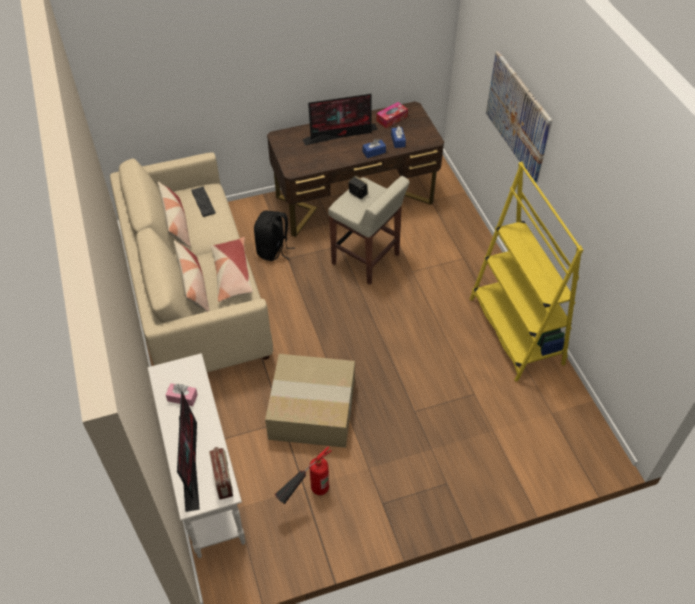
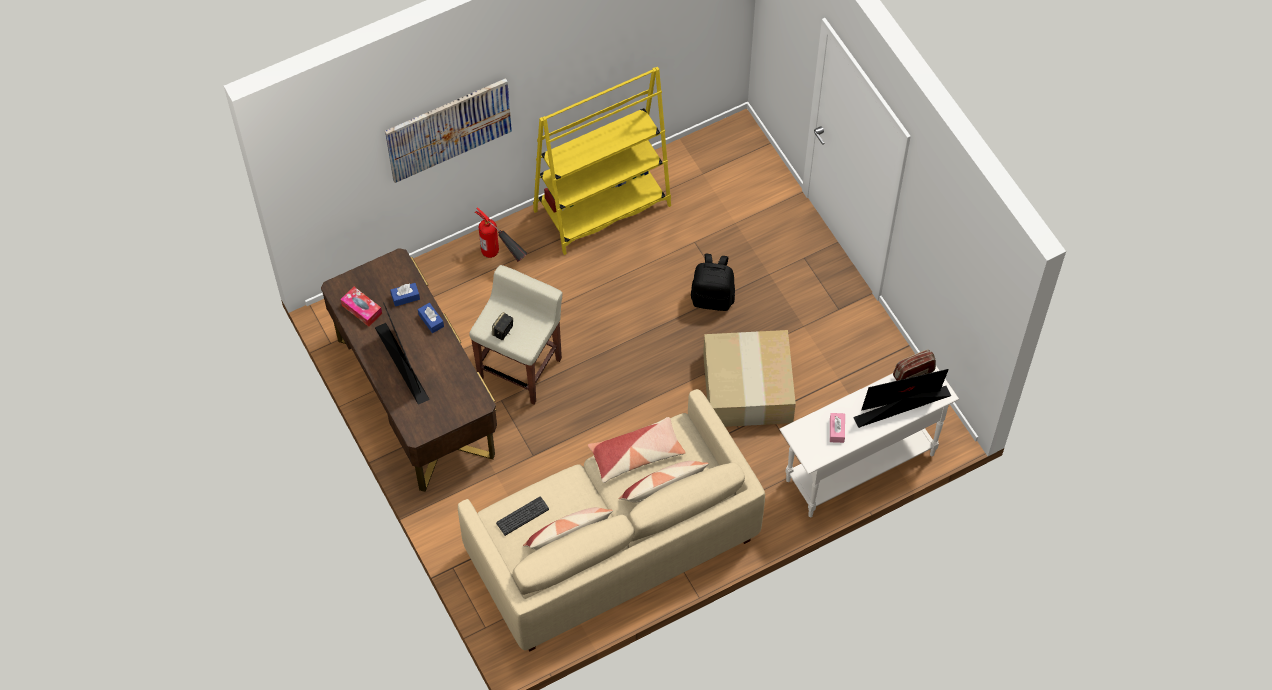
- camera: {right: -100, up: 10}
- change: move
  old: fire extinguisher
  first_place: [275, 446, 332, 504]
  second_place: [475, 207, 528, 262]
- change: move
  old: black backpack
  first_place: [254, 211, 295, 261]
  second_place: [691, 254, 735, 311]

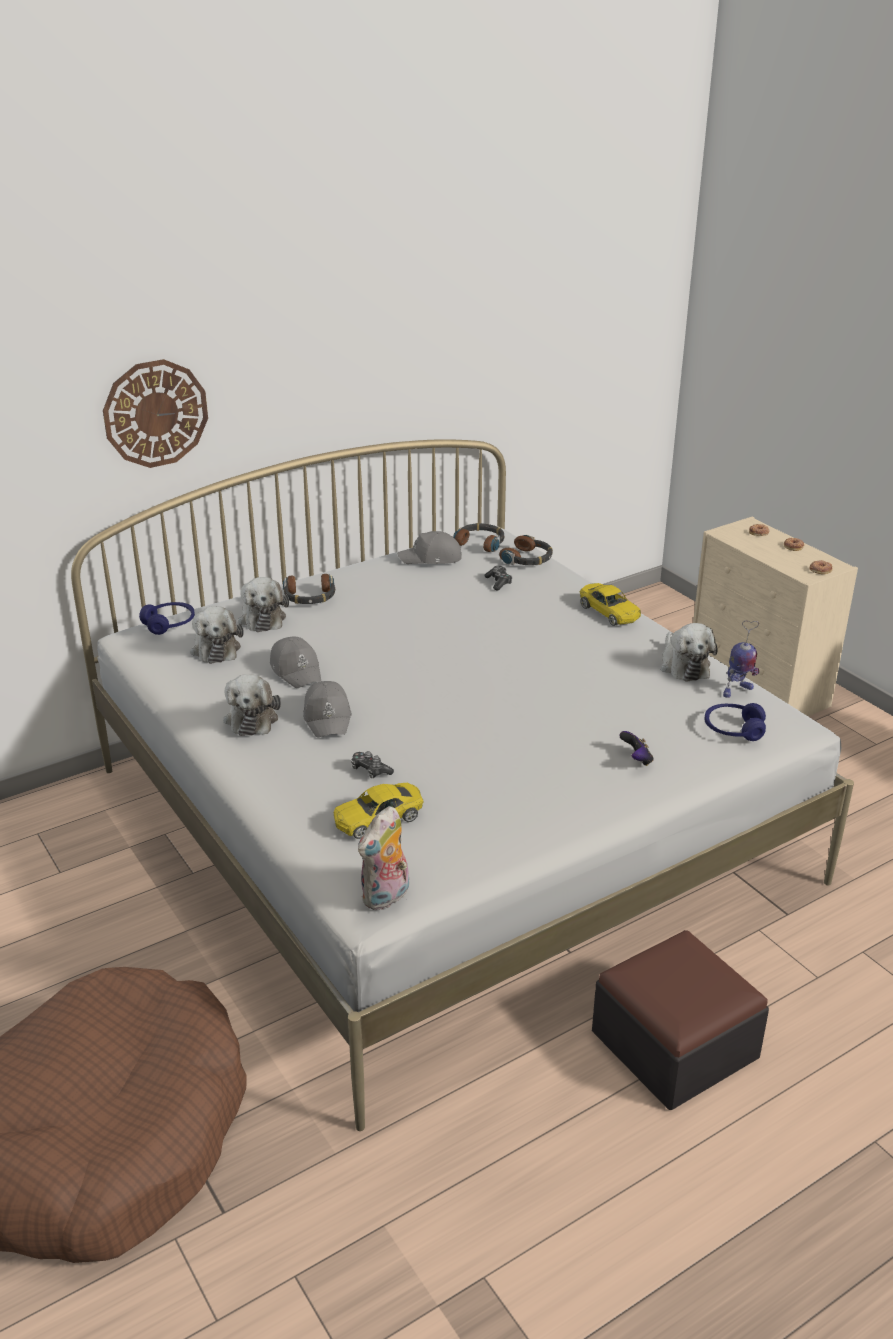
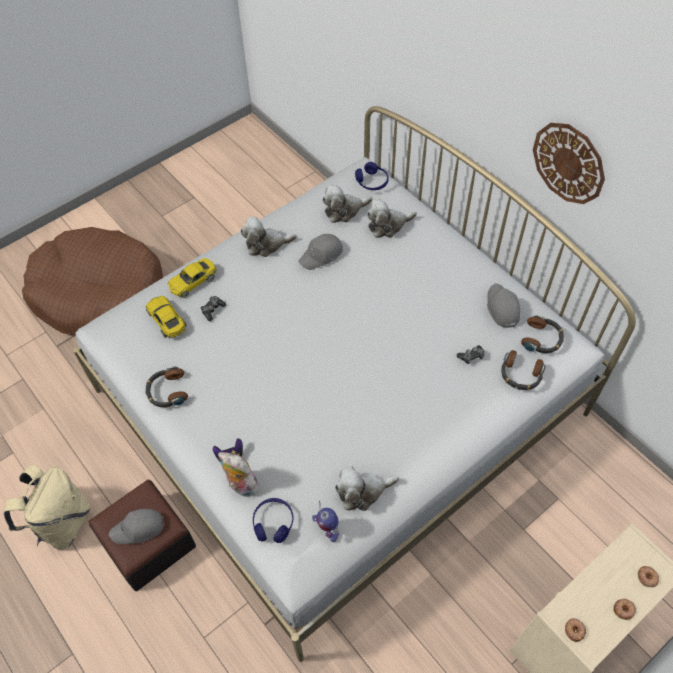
- camera: {right: 85, up: 25}
- change: insert
  new: beige backpack
  second_place: [3, 465, 90, 550]
- change: move
  old: grey cap
  first_place: [303, 681, 352, 738]
  second_place: [109, 509, 164, 544]
- change: move
  old: headphones
  first_place: [283, 574, 335, 604]
  second_place: [145, 367, 188, 407]
- change: move
  old: yellow toy car
  first_place: [579, 583, 641, 626]
  second_place: [168, 258, 216, 298]
- change: move
  old: plush toy
  first_place: [358, 806, 409, 910]
  second_place: [218, 452, 259, 497]
- change: move
  old: wall clock
  first_place: [103, 359, 208, 468]
  second_place: [533, 123, 605, 204]

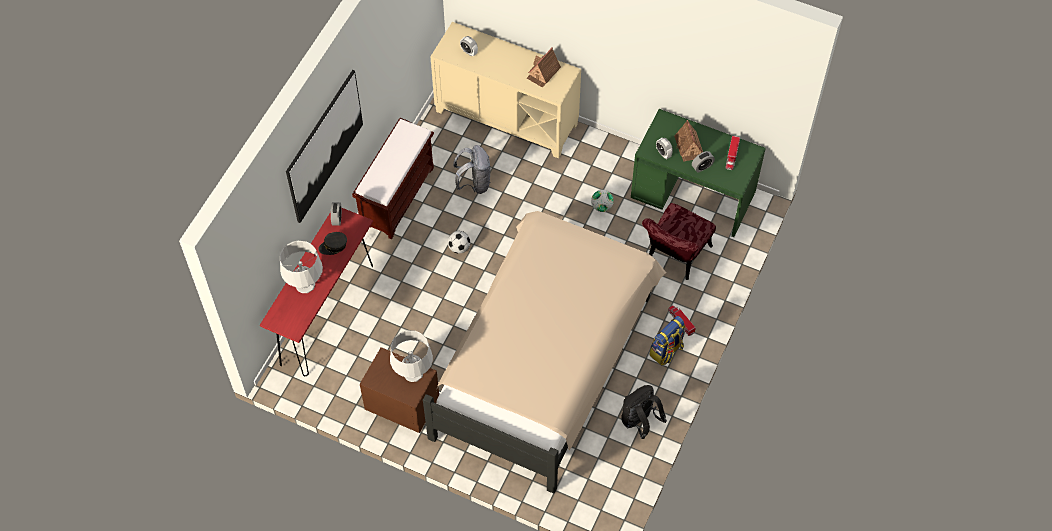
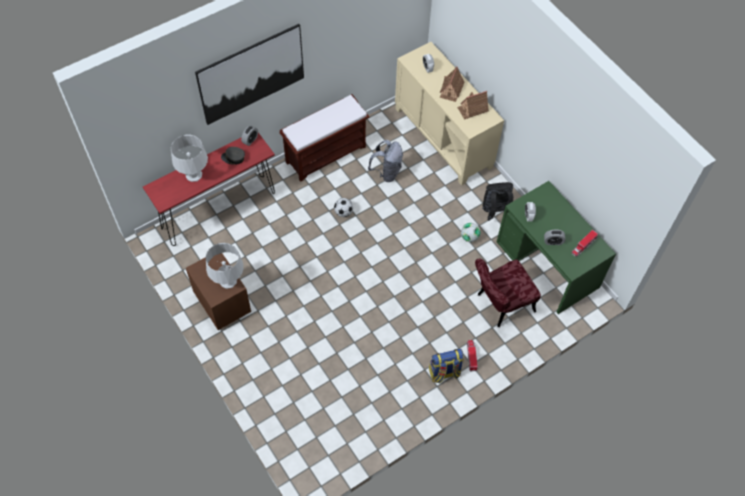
- camera: {right: 30, up: 0}
- change: move
  old: toy house
  first_place: [674, 120, 703, 162]
  second_place: [440, 66, 464, 102]
- change: move
  old: black backpack
  first_place: [621, 385, 667, 439]
  second_place: [482, 182, 513, 221]
- change: delete
  old: beige bed
  first_place: [423, 211, 666, 494]

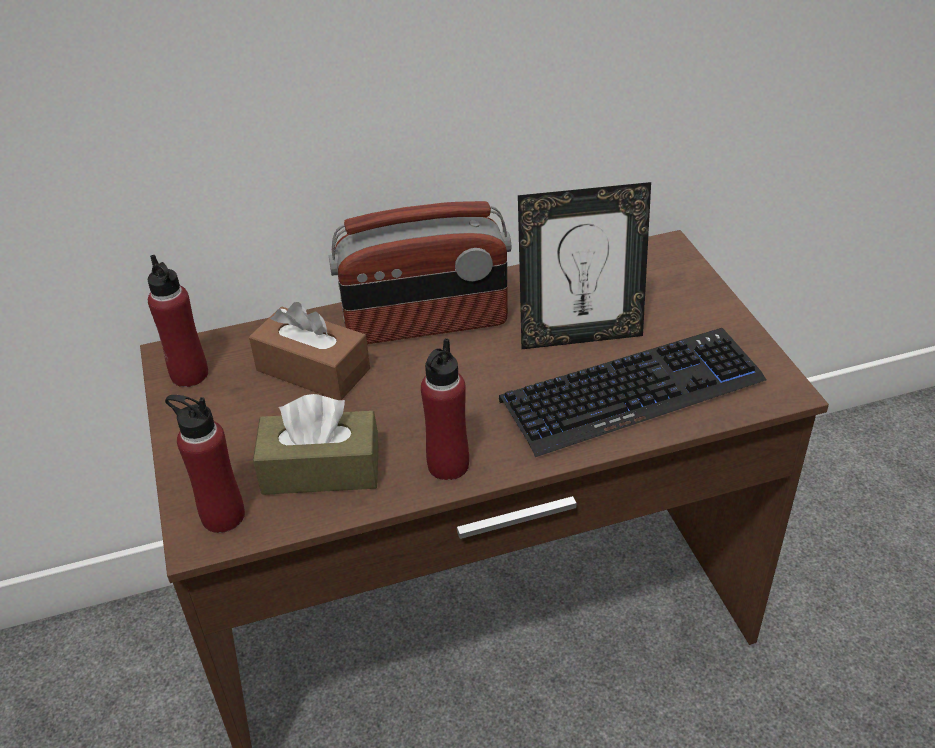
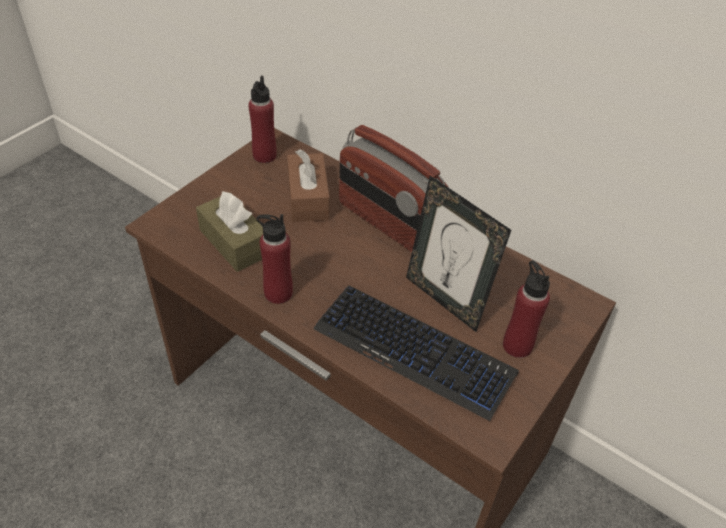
- camera: {right: 50, up: 5}
- change: move
  old: red bottle
  first_place: [165, 395, 245, 533]
  second_place: [503, 260, 550, 358]

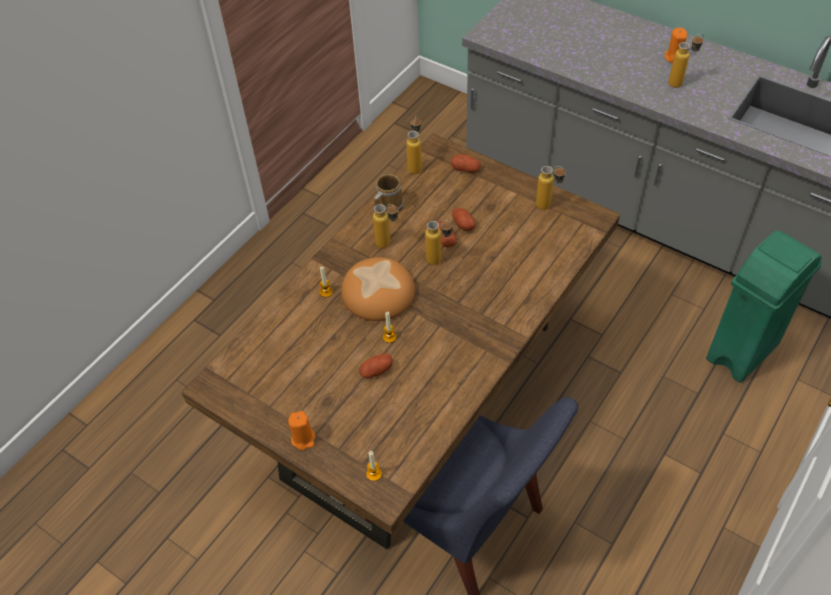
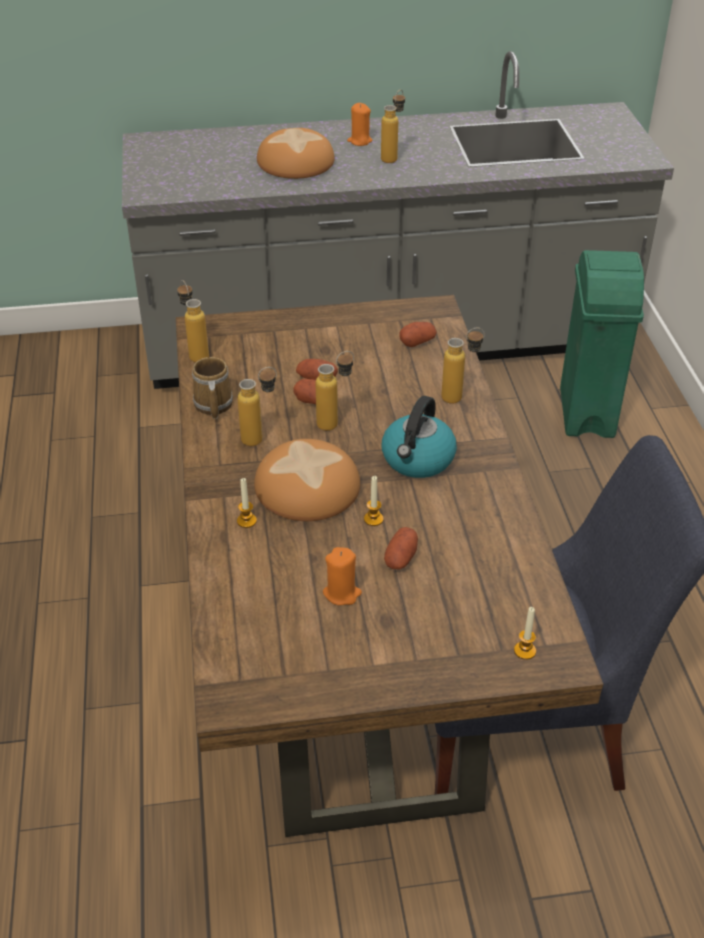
- camera: {right: -45, up: -10}
- change: insert
  new: bread
  second_place: [257, 128, 335, 179]
- change: move
  old: orange candle
  first_place: [288, 411, 316, 450]
  second_place: [323, 547, 362, 605]
- change: insert
  new: kettle
  second_place: [382, 396, 457, 478]
- change: move
  old: potato
  first_place: [451, 154, 481, 172]
  second_place: [400, 322, 437, 347]
- change: move
  old: bottle
  first_place: [536, 166, 566, 210]
  second_place: [441, 328, 485, 404]

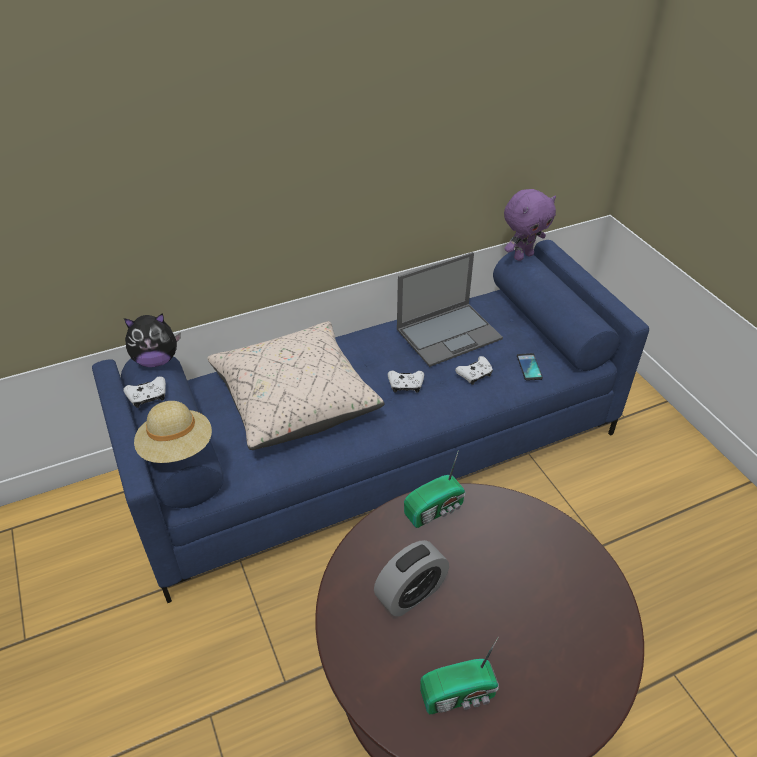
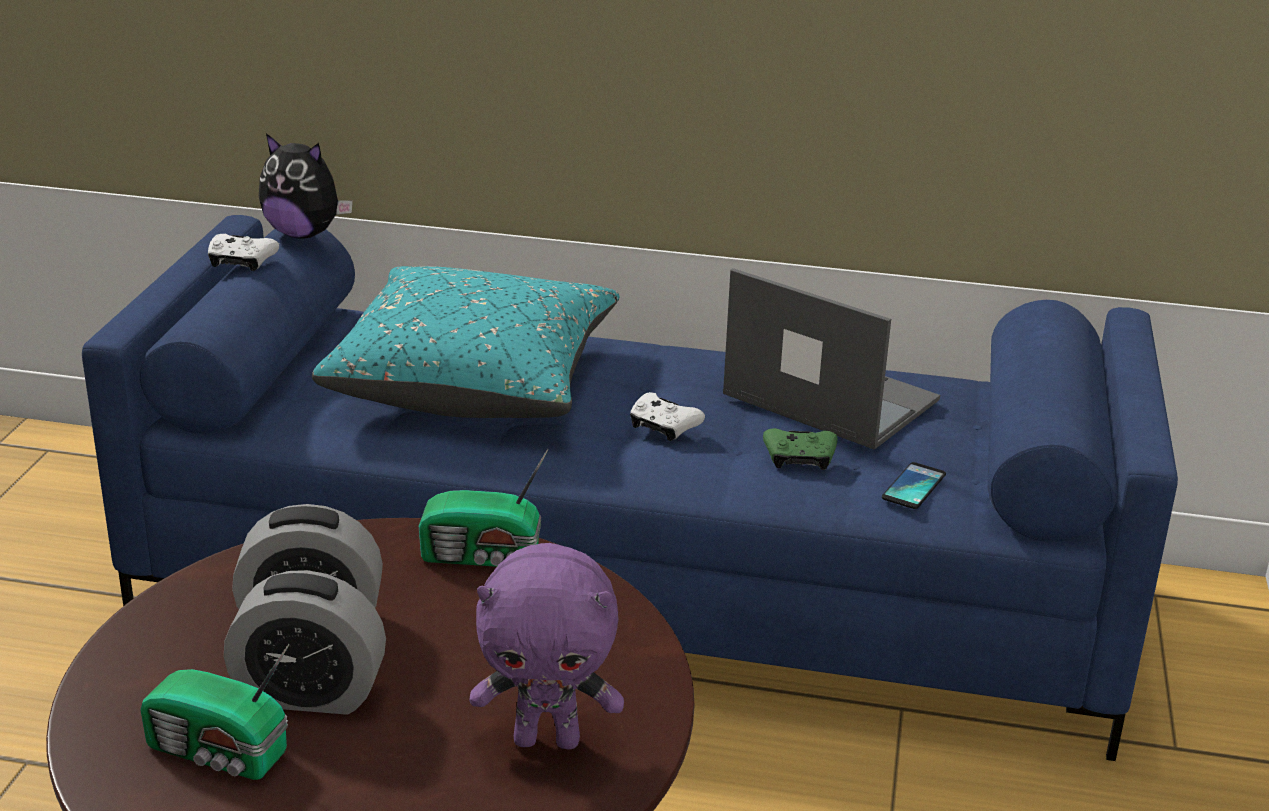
- camera: {right: 35, up: -15}
- change: insert
  new: alarm clock
  second_place: [224, 570, 386, 715]
- change: recolor
  old: beige pillow
  new: turquoise pillow
  first_place: [207, 321, 384, 450]
  second_place: [312, 266, 620, 418]
- change: move
  old: purple plush toy
  first_place: [504, 189, 556, 261]
  second_place: [469, 543, 624, 750]
- change: rotate
  old: laptop
  first_place: [397, 252, 503, 367]
  second_place: [723, 268, 940, 450]
  degrees: -150
- change: recolor
  old: white game controller
  new: green game controller
  first_place: [455, 356, 493, 385]
  second_place: [763, 428, 838, 470]
- change: delete
  old: beige hat
  first_place: [134, 401, 212, 463]

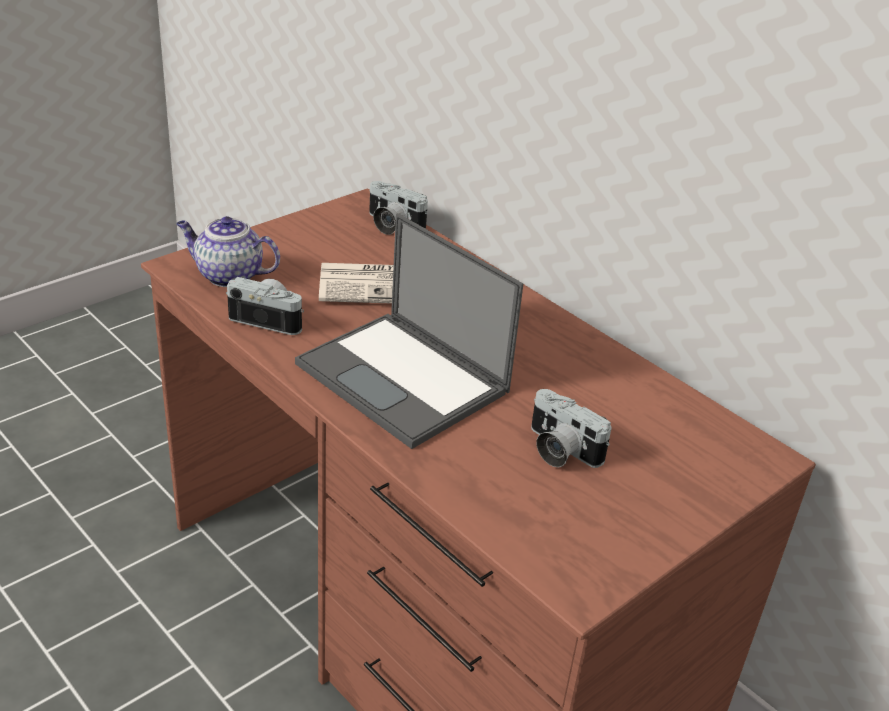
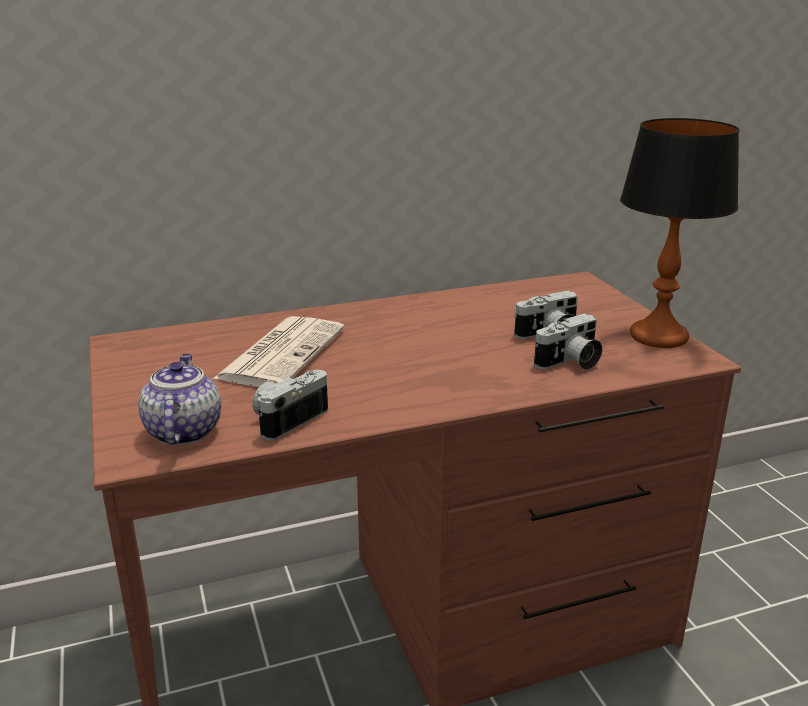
- camera: {right: -65, up: -10}
- change: rotate
  old: teapot
  first_place: [176, 216, 280, 287]
  second_place: [138, 354, 221, 445]
  degrees: 135
- change: move
  old: photo camera
  first_place: [369, 181, 428, 235]
  second_place: [534, 313, 602, 370]
- change: insert
  new: table lamp
  second_place: [620, 118, 740, 348]
- change: delete
  old: laptop
  first_place: [295, 213, 523, 449]

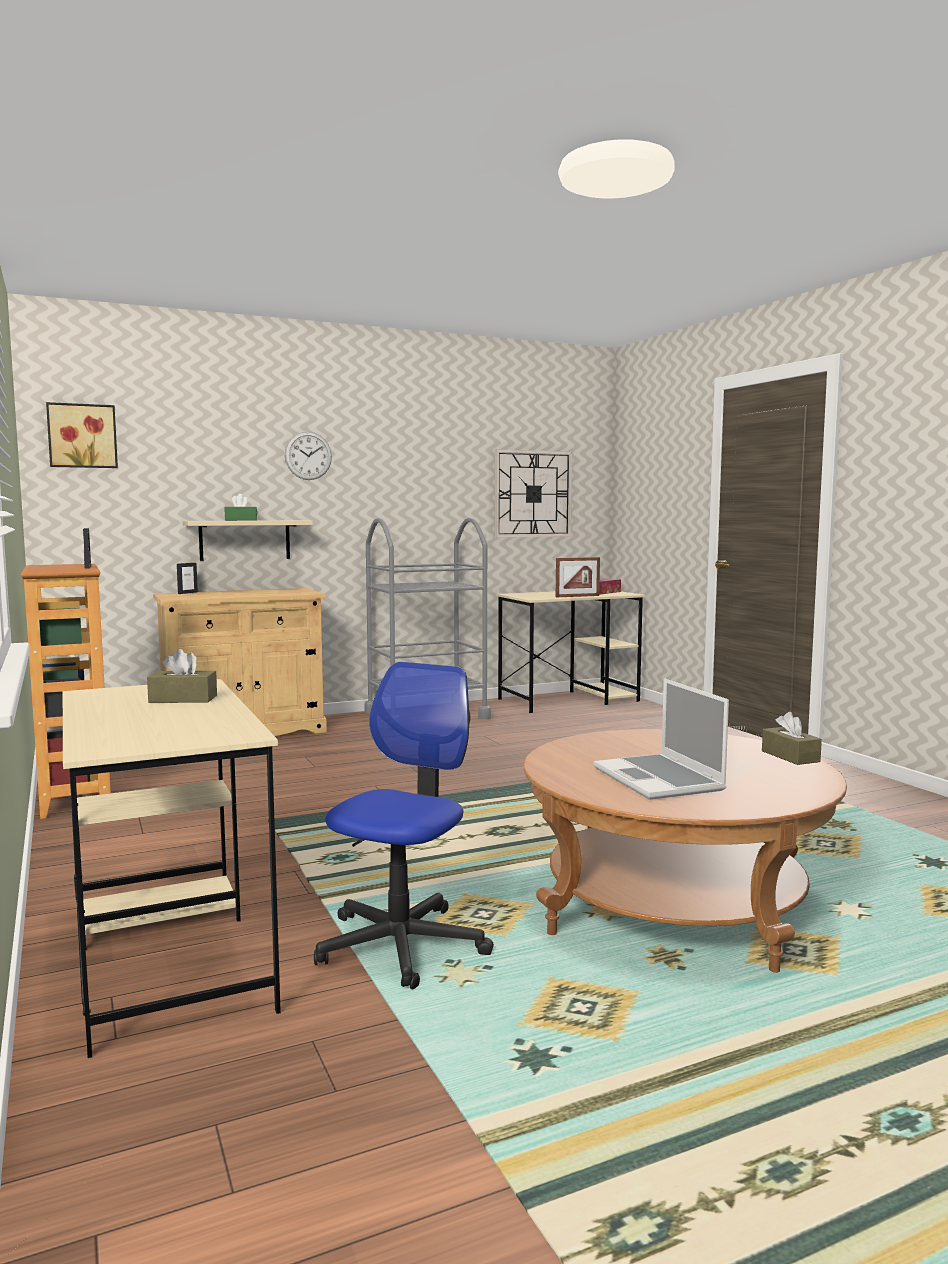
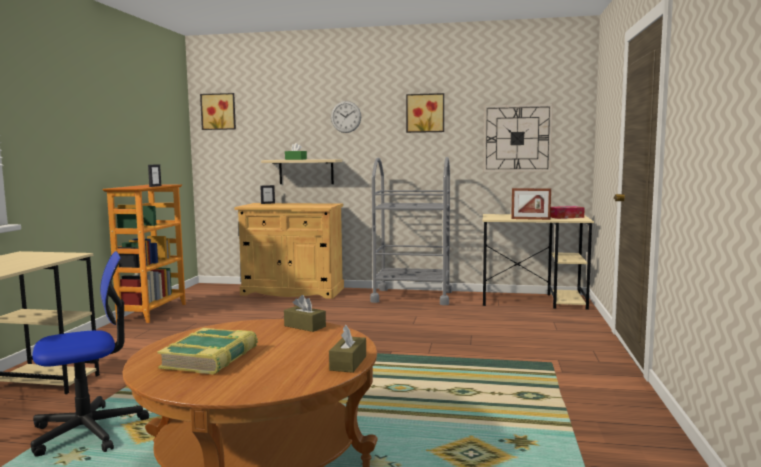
- camera: {right: 35, up: 0}
- change: replace
  old: laptop
  new: book
  first_place: [594, 678, 729, 800]
  second_place: [157, 328, 258, 375]
- change: move
  old: brown tissue box
  first_place: [147, 649, 217, 703]
  second_place: [284, 295, 326, 332]
- change: insert
  new: picture
  second_place: [406, 93, 444, 133]

